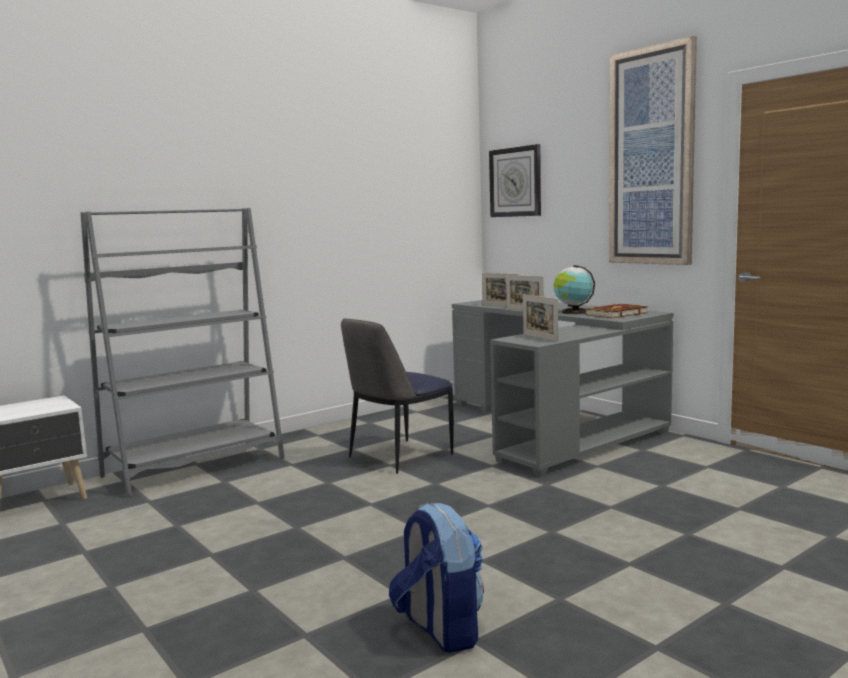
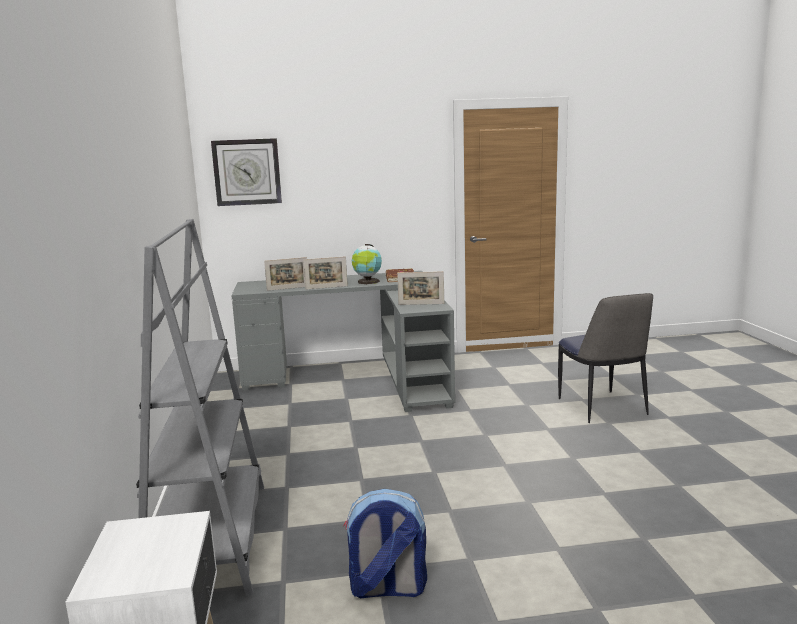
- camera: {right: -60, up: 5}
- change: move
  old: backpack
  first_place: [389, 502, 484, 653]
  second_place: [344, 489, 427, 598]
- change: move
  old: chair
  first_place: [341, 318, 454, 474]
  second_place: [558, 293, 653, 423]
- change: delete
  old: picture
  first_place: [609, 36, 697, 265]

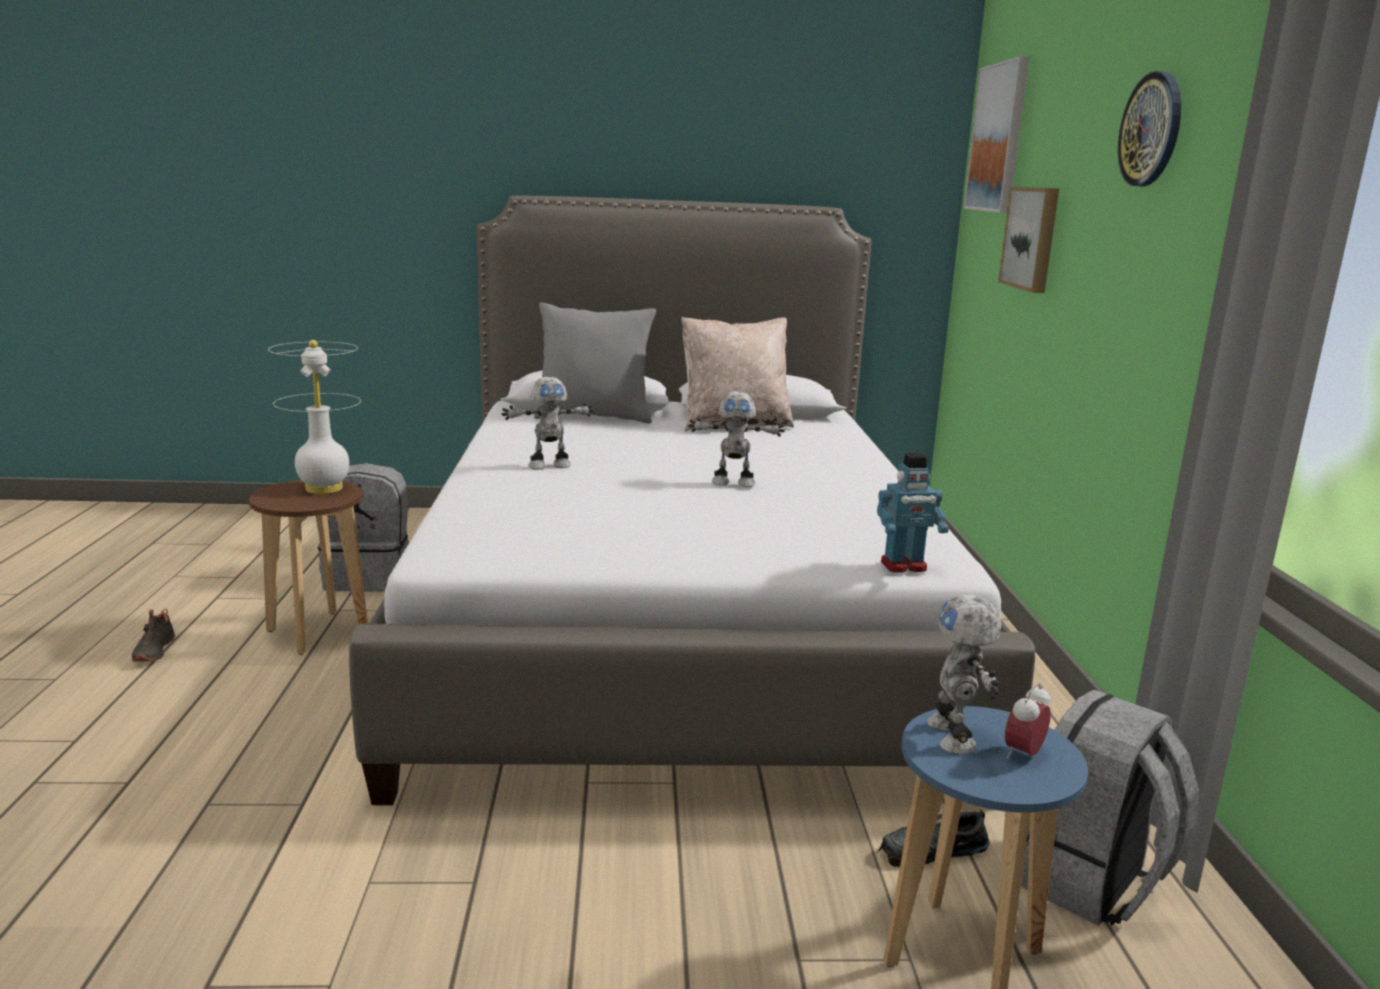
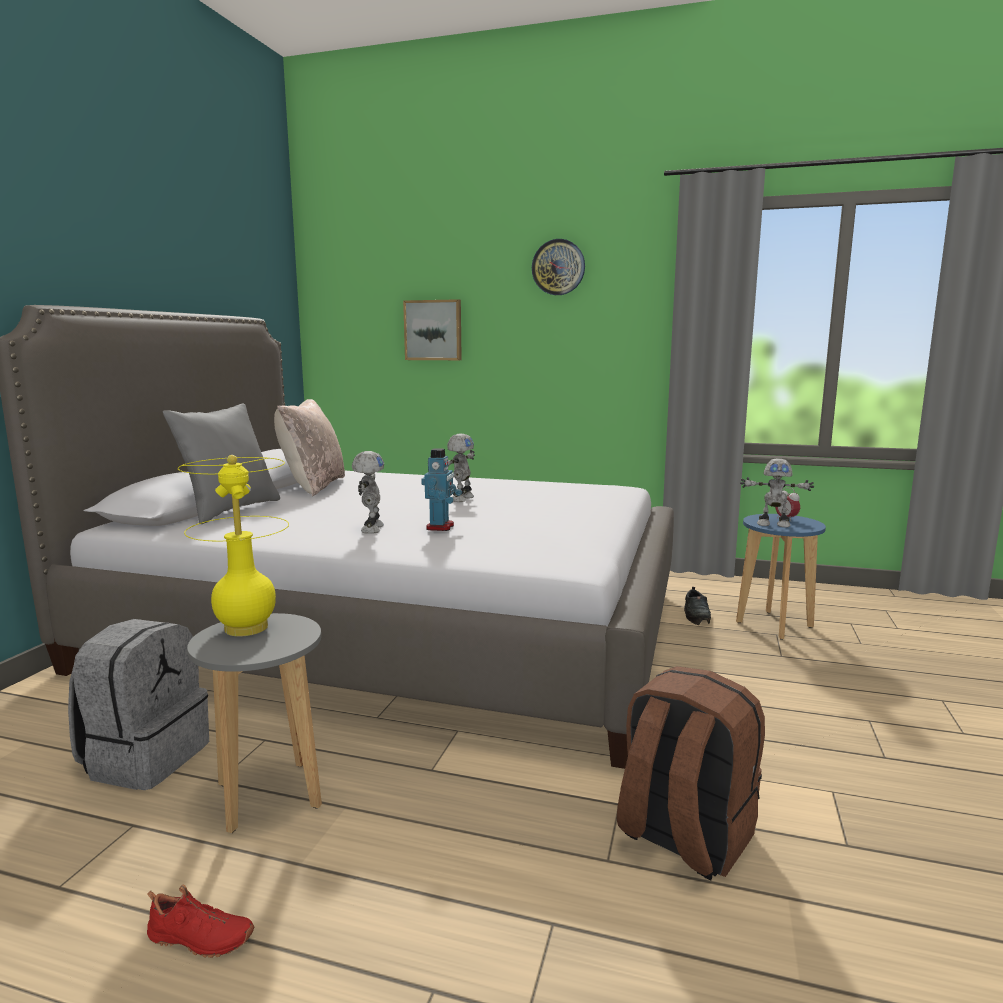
- camera: {right: -70, up: -5}
- change: recolor
  old: black shoe
  new: red shoe
  first_place: [132, 609, 176, 662]
  second_place: [147, 884, 254, 958]
- change: recolor
  old: white table lamp
  new: yellow table lamp
  first_place: [268, 340, 361, 494]
  second_place: [178, 455, 289, 637]
- change: recolor
  old: brown stool
  new: grey stool
  first_place: [249, 480, 368, 655]
  second_place: [187, 613, 322, 833]
- change: move
  old: toy robot
  first_place: [877, 453, 949, 573]
  second_place: [421, 448, 462, 531]
- change: insert
  new: brown backpack
  second_place: [617, 666, 765, 880]
- change: delete
  old: picture
  first_place: [964, 56, 1030, 213]
- change: delete
  old: grey backpack
  first_place: [1021, 690, 1199, 926]

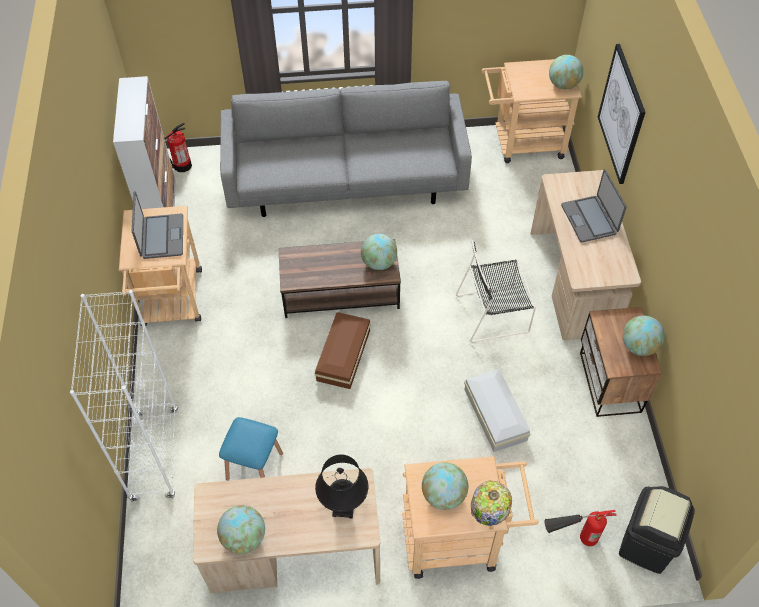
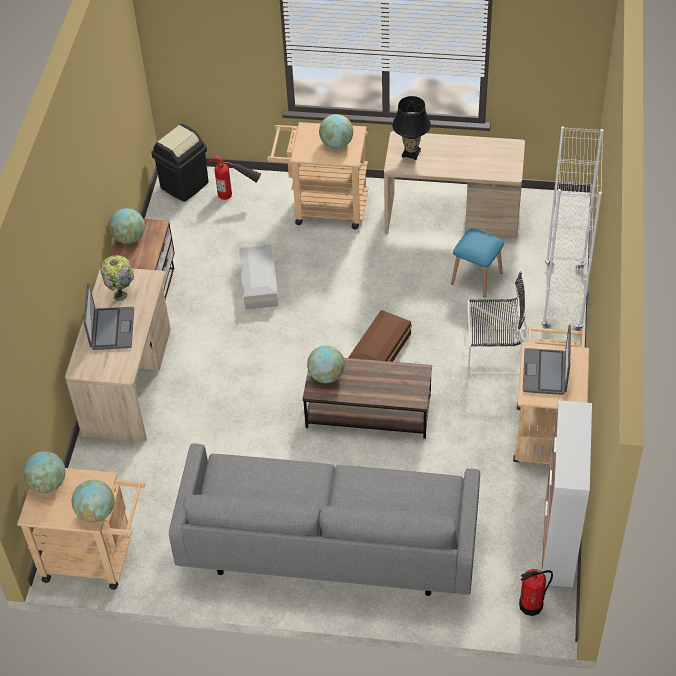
- camera: {right: -165, up: -5}
- change: move
  old: globe
  first_place: [217, 505, 265, 554]
  second_place: [72, 480, 115, 522]
- change: move
  old: table lamp
  first_place: [471, 481, 512, 526]
  second_place: [100, 255, 134, 301]
- change: move
  old: black chair
  first_place: [456, 240, 536, 343]
  second_place: [466, 271, 527, 375]
- change: delete
  old: picture
  first_place: [598, 44, 645, 184]

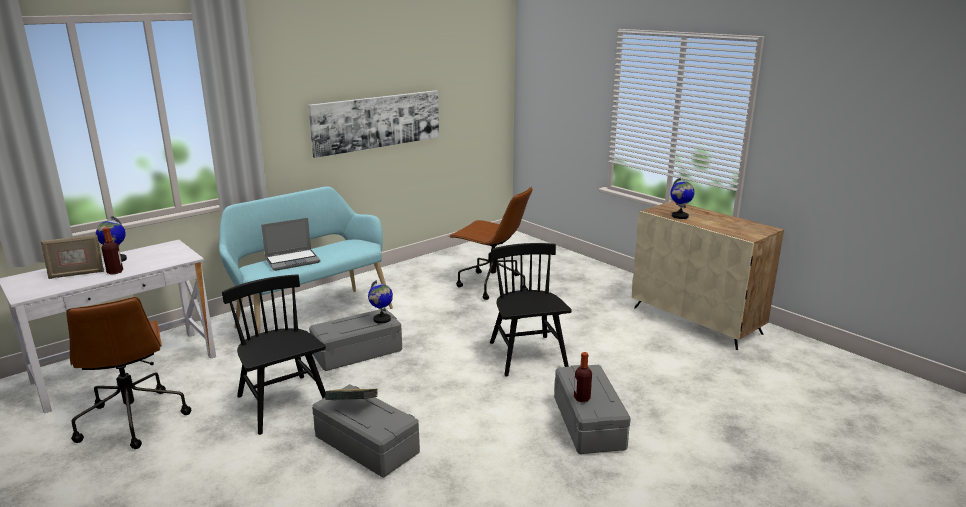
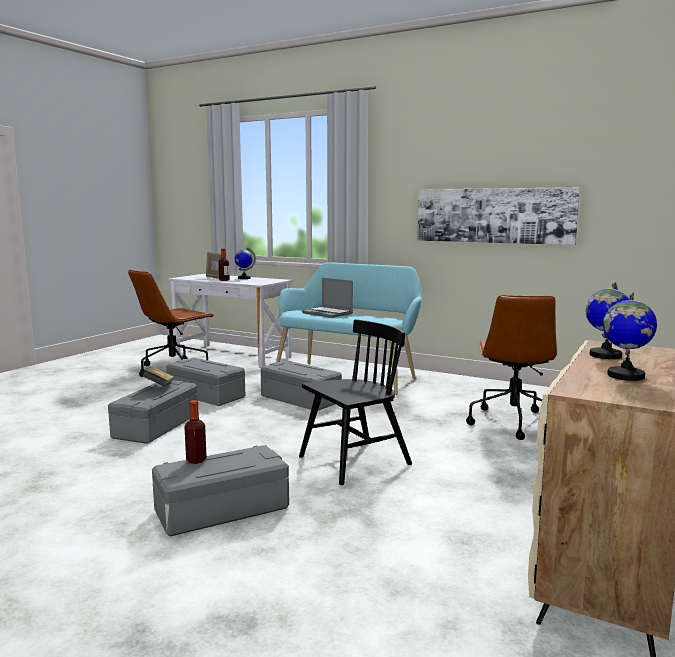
- camera: {right: 70, up: -10}
- change: replace
  old: black chair
  new: grey storage box
  first_place: [222, 275, 326, 435]
  second_place: [166, 358, 245, 406]
- change: move
  old: globe
  first_place: [368, 280, 393, 324]
  second_place: [603, 293, 657, 381]

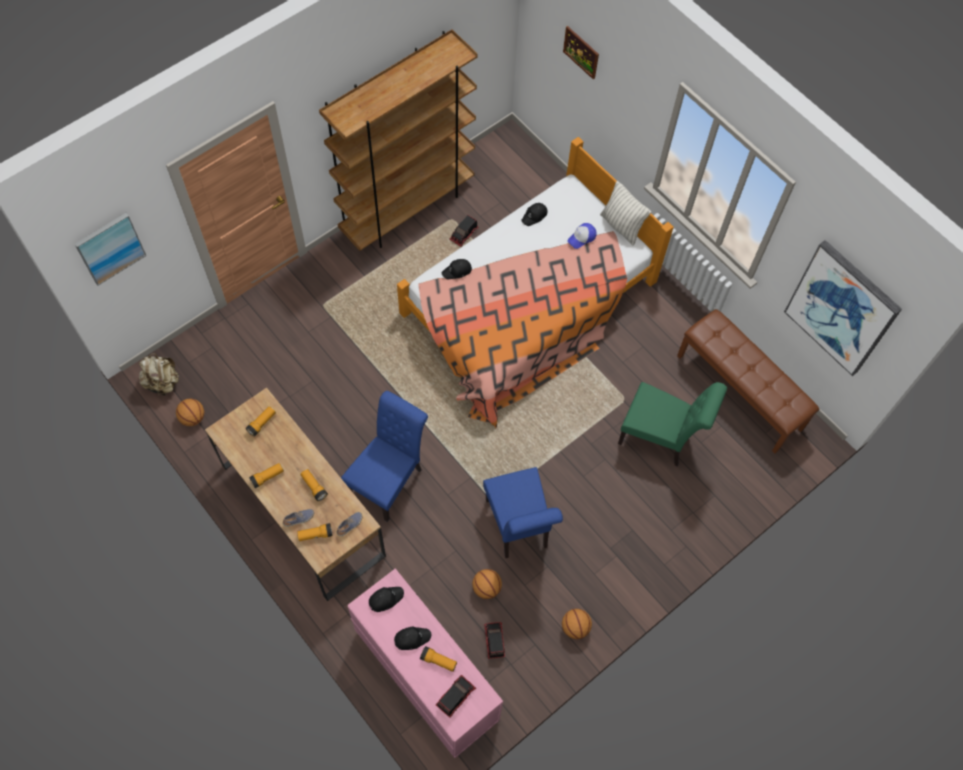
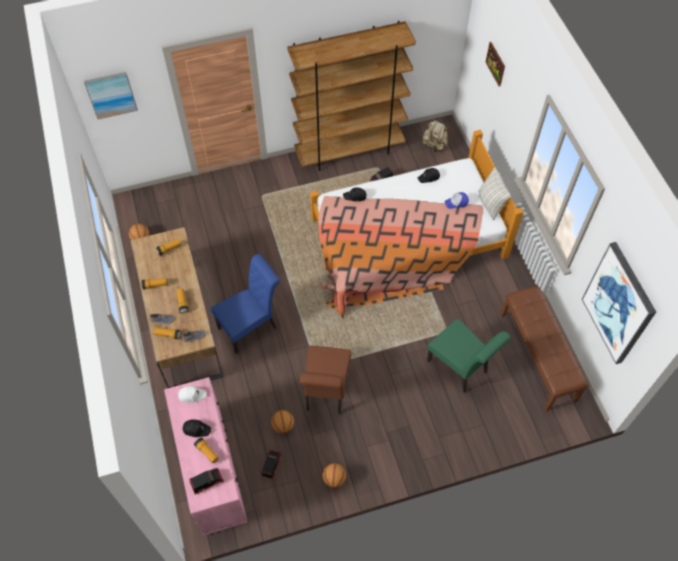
- camera: {right: 25, up: -5}
- change: recolor
  old: black cap
  new: white cap
  first_place: [369, 587, 404, 612]
  second_place: [178, 386, 207, 403]
- change: recolor
  old: blue chair
  new: brown chair
  first_place: [483, 467, 563, 558]
  second_place: [300, 346, 351, 414]
- change: move
  old: beige backpack
  first_place: [139, 353, 179, 398]
  second_place: [422, 119, 448, 152]

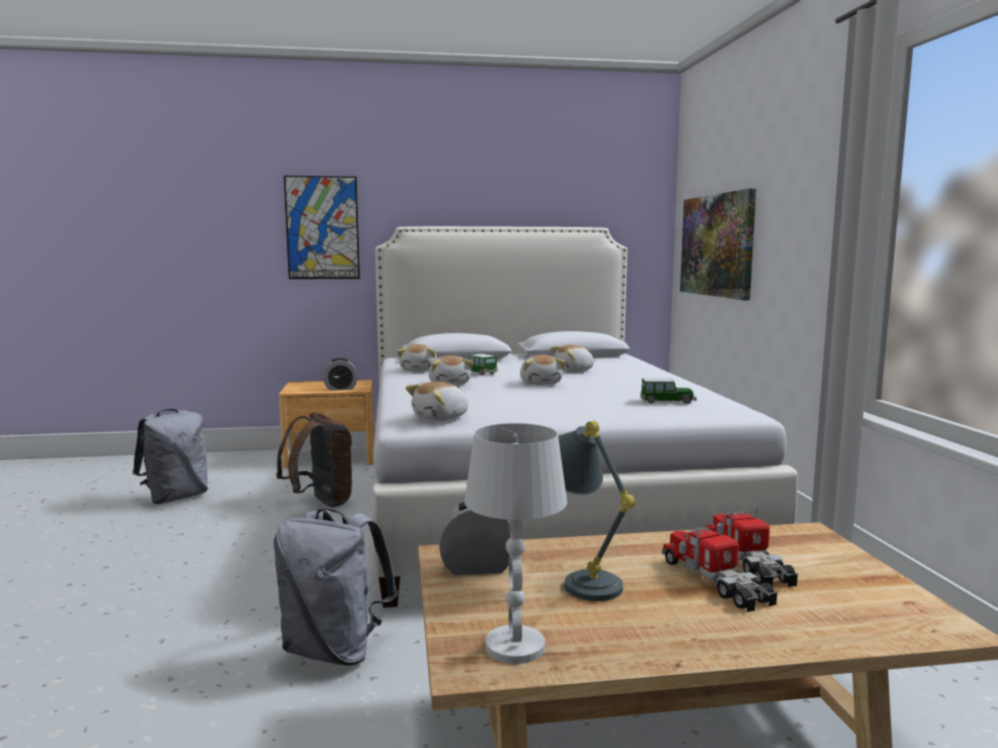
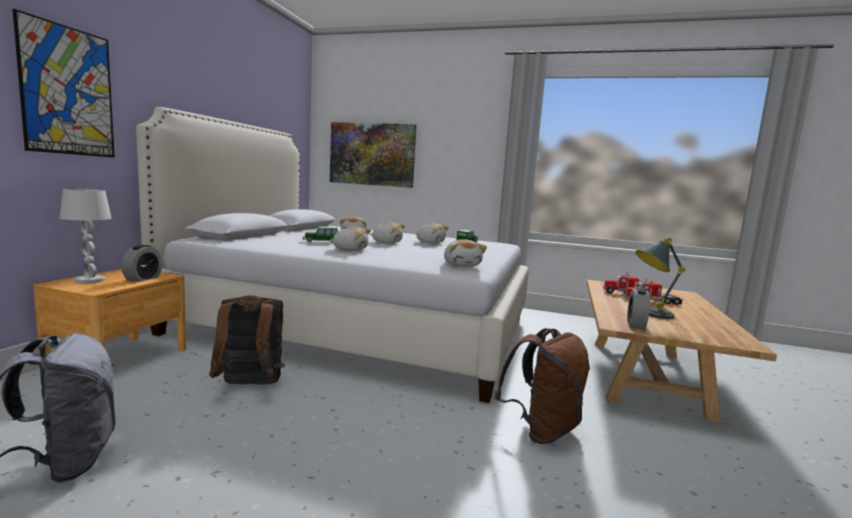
- camera: {right: -65, up: 0}
- change: move
  old: white table lamp
  first_place: [464, 423, 567, 664]
  second_place: [60, 189, 112, 283]
- change: move
  old: plush toy
  first_place: [397, 344, 437, 371]
  second_place: [415, 224, 449, 243]
- change: recolor
  old: grey backpack
  new: brown backpack
  first_place: [273, 509, 398, 666]
  second_place: [495, 328, 590, 444]

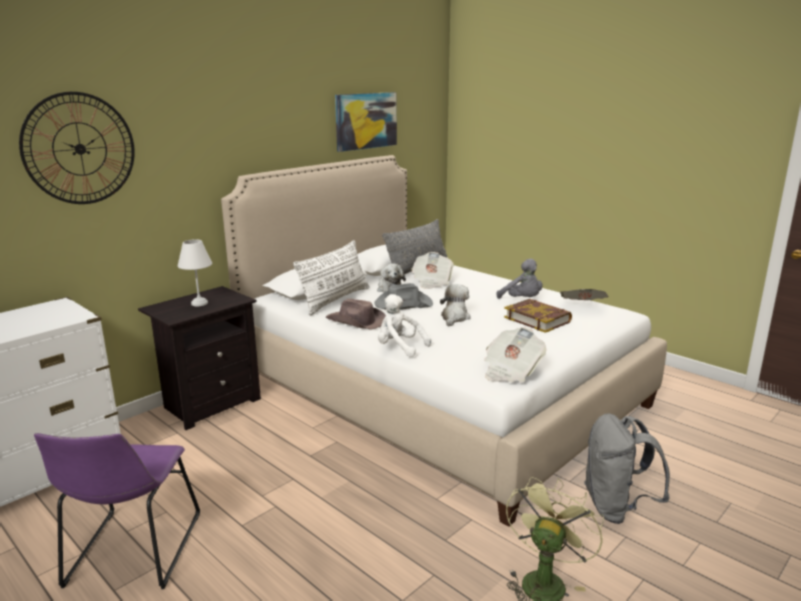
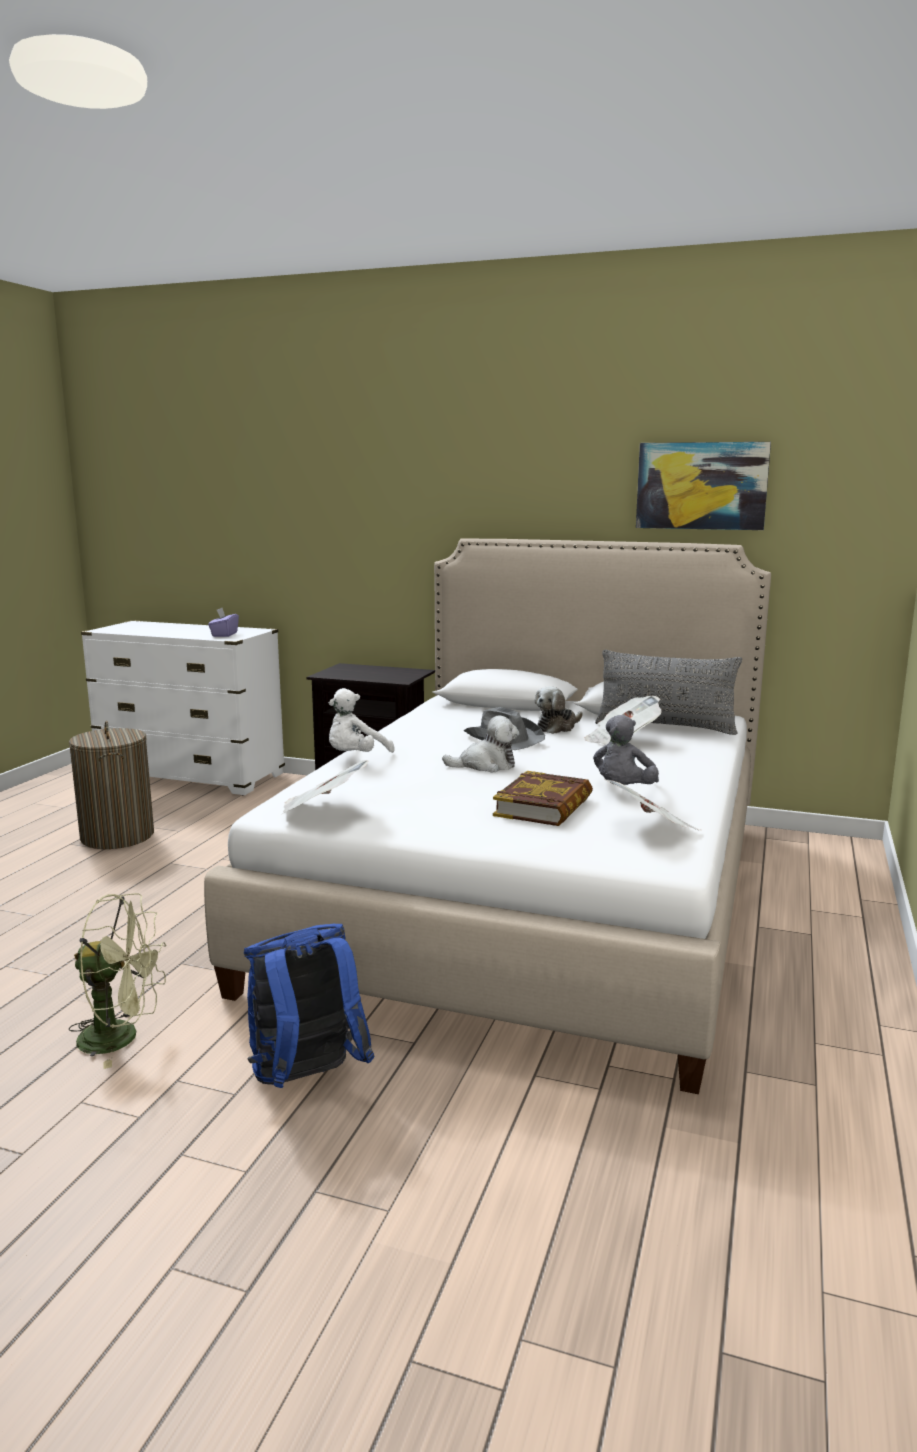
- camera: {right: 65, up: -5}
- change: replace
  old: purple chair
  new: laundry basket
  first_place: [34, 433, 200, 589]
  second_place: [69, 721, 154, 849]
- change: insert
  new: purple tissue box
  second_place: [208, 608, 239, 637]
- change: recolor
  old: grey backpack
  new: blue backpack
  first_place: [584, 414, 670, 524]
  second_place: [244, 924, 375, 1088]
- change: rotate
  old: white plush toy
  first_place: [378, 294, 431, 357]
  second_place: [329, 688, 395, 753]
  degrees: -150
- change: delete
  old: wall clock
  first_place: [19, 92, 135, 204]
- change: delete
  old: white table lamp
  first_place: [178, 239, 212, 306]
- change: delete
  old: white pillow
  first_place: [293, 240, 370, 316]
- change: delete
  old: brown hat
  first_place: [325, 299, 386, 330]

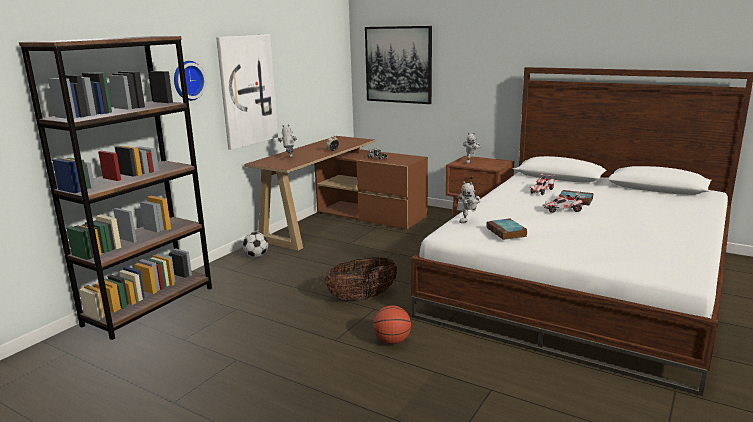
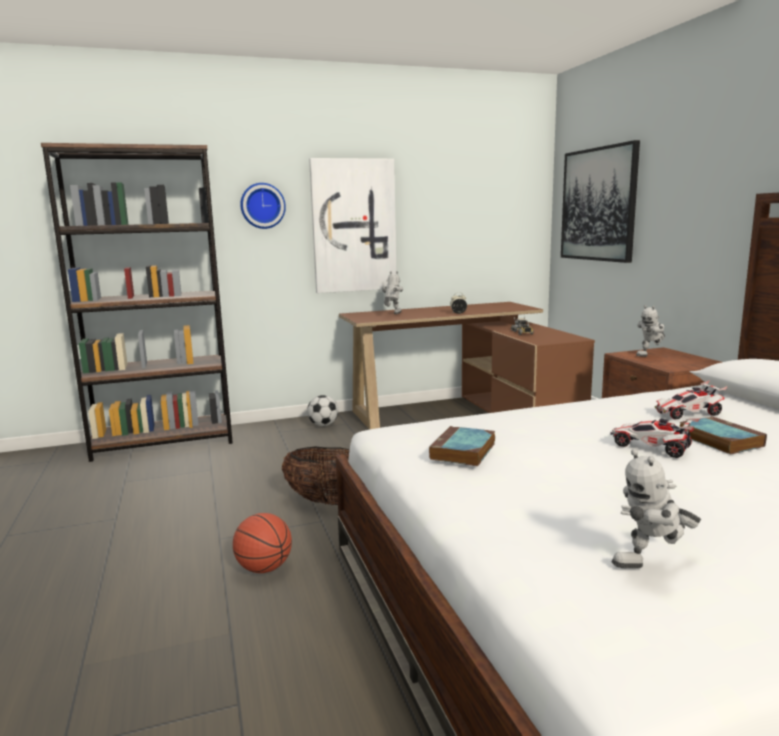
- camera: {right: 40, up: -5}
- change: move
  old: toy robot
  first_place: [458, 181, 480, 223]
  second_place: [612, 449, 701, 568]

